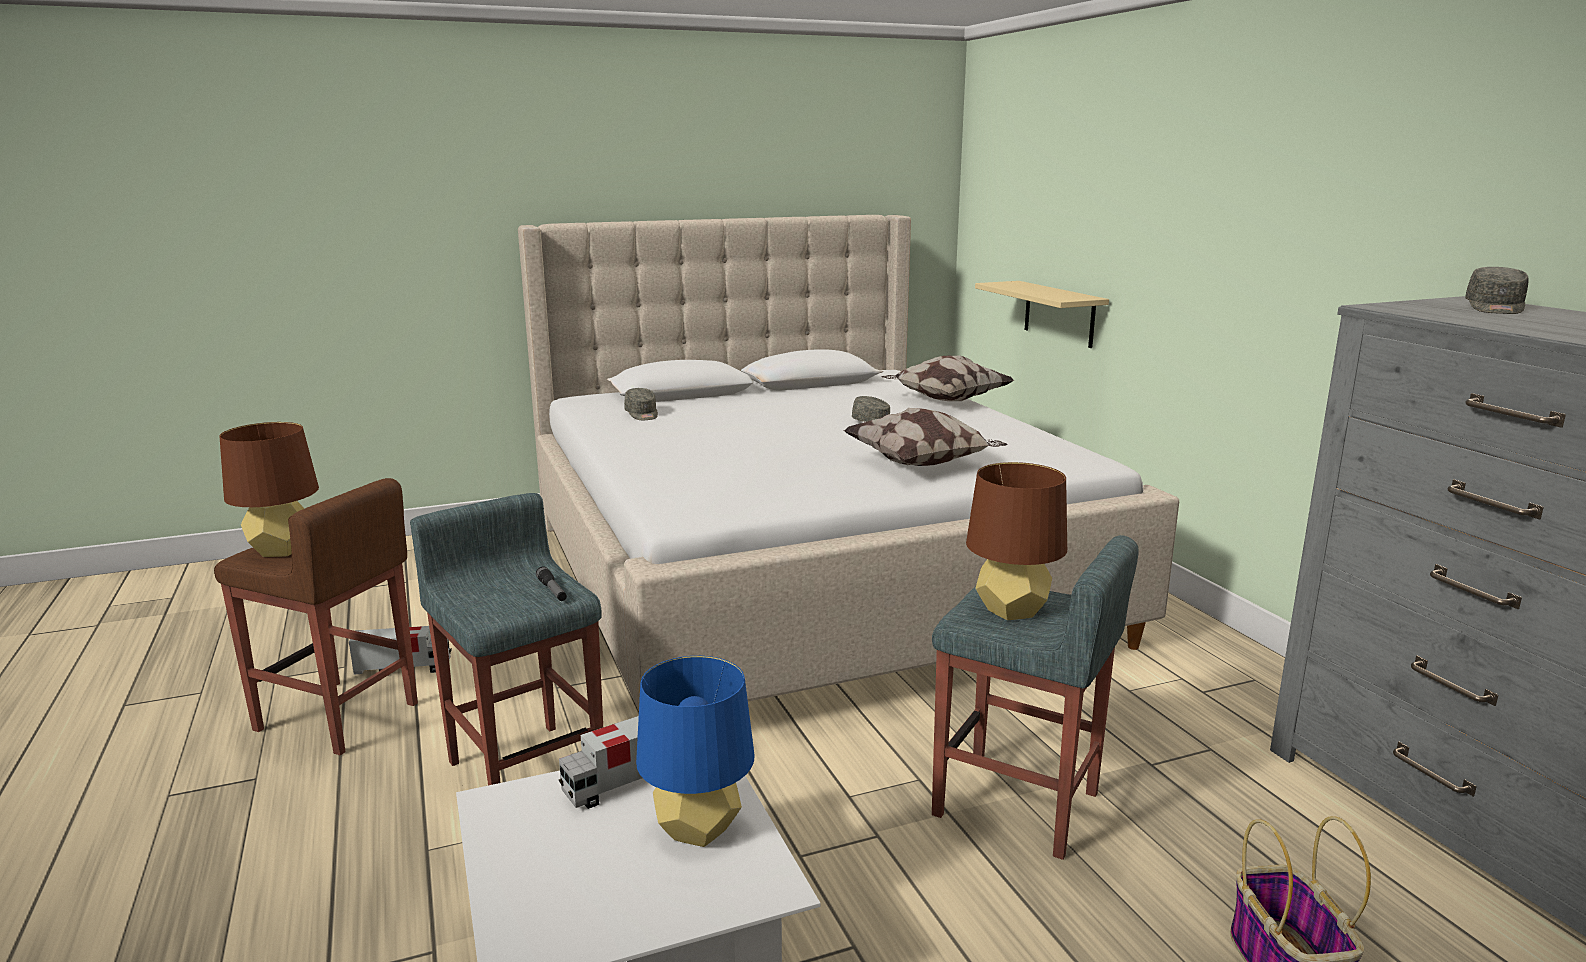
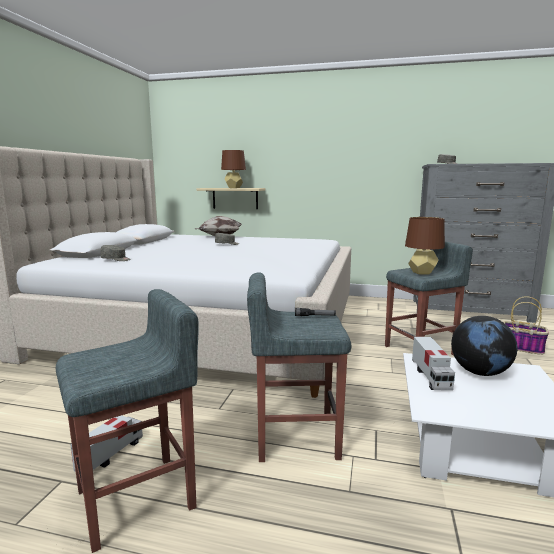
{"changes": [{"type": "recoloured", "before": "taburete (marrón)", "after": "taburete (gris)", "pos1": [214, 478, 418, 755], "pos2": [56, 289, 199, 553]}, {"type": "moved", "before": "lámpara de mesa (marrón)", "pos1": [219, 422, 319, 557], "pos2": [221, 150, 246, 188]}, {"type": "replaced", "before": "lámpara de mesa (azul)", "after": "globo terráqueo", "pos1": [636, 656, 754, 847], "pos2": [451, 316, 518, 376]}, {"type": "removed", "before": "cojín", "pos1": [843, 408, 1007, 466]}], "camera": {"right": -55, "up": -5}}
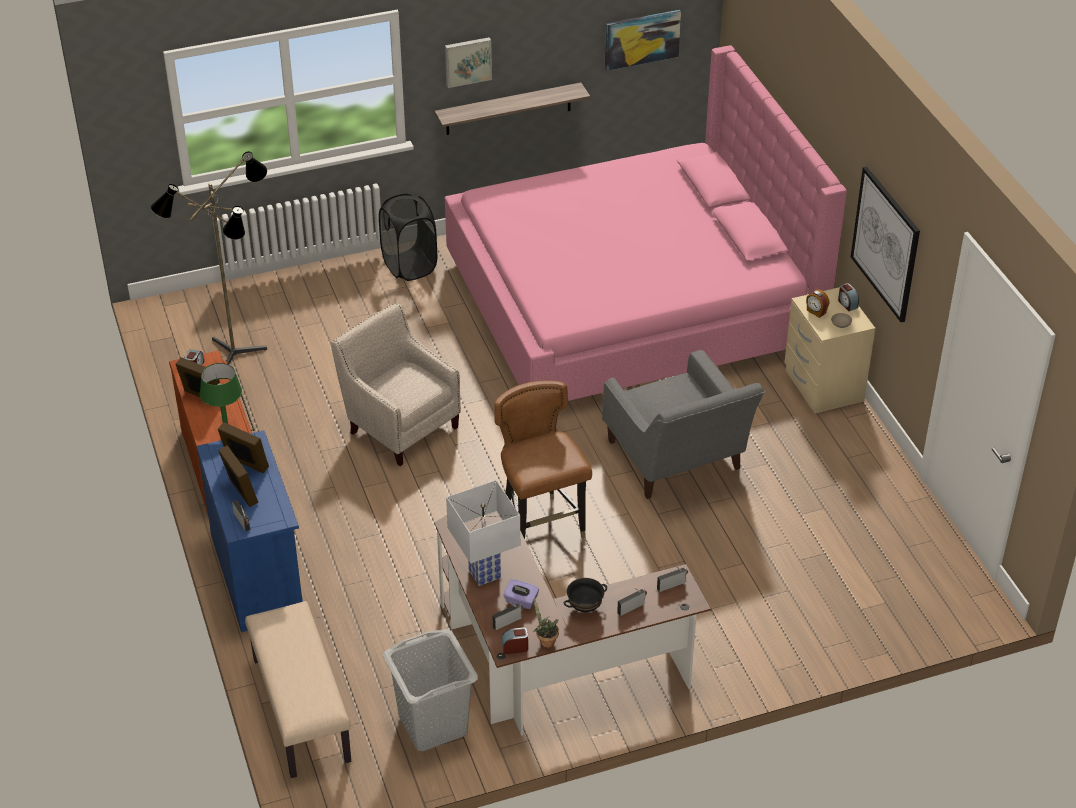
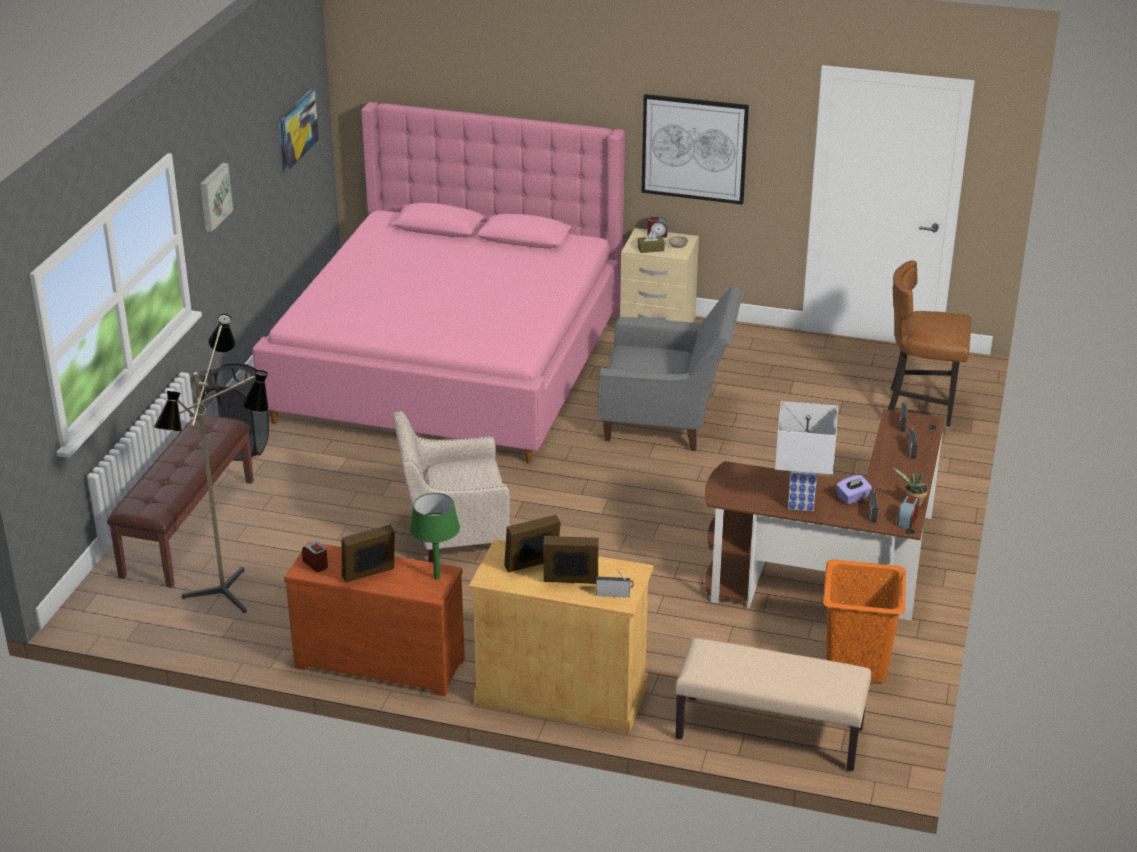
{"changes": [{"type": "added", "after": "banco (marrón)", "pos2": [107, 415, 254, 588]}, {"type": "recoloured", "before": "armario (azul)", "after": "armario (beis)", "pos1": [197, 430, 303, 632], "pos2": [469, 539, 653, 733]}, {"type": "replaced", "before": "despertador", "after": "caja de pañuelos (marrón)", "pos1": [806, 289, 829, 318], "pos2": [638, 231, 665, 253]}, {"type": "recoloured", "before": "cesto de la ropa (gris)", "after": "cesto de la ropa (naranja)", "pos1": [383, 629, 478, 751], "pos2": [823, 559, 906, 683]}, {"type": "moved", "before": "silla (marrón)", "pos1": [494, 381, 592, 539], "pos2": [888, 261, 972, 436]}, {"type": "removed", "before": "estante", "pos1": [434, 82, 590, 135]}, {"type": "removed", "before": "cuenco (negro)", "pos1": [564, 578, 607, 613]}], "camera": {"right": -55, "up": -10}}
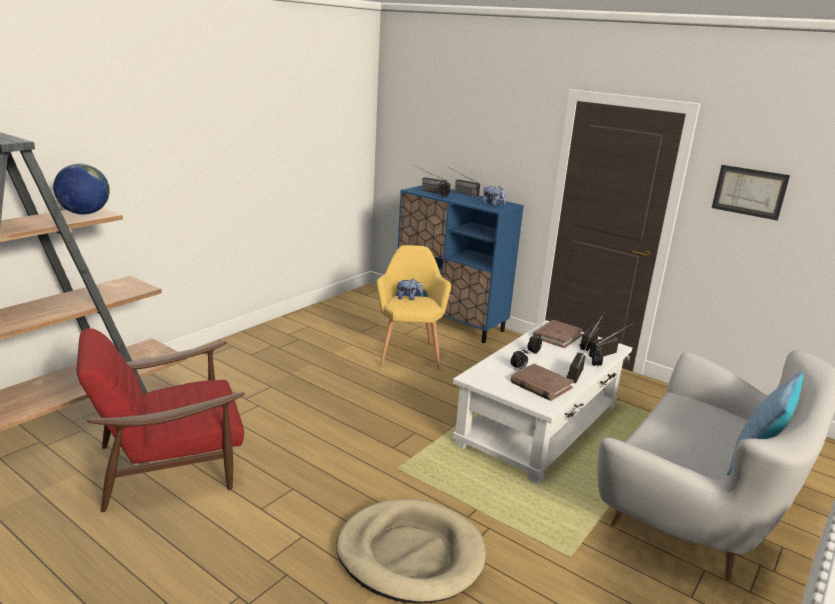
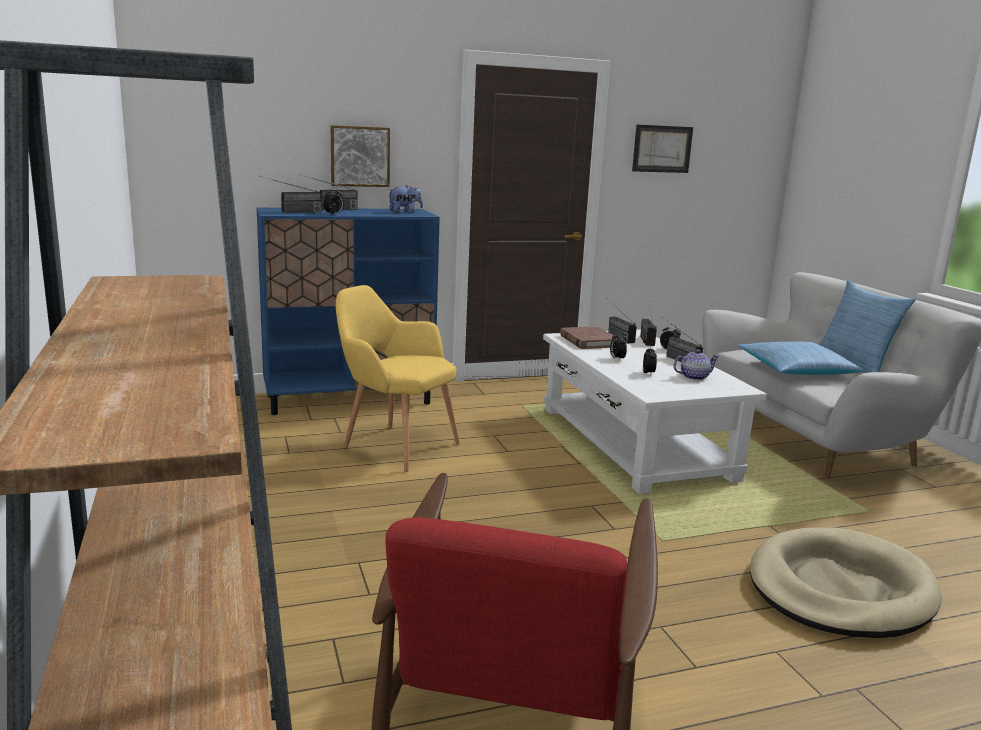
{"changes": [{"type": "added", "after": "cuadro", "pos2": [331, 125, 390, 187]}, {"type": "replaced", "before": "libro (marrón)", "after": "tetera", "pos1": [511, 364, 574, 401], "pos2": [674, 349, 719, 380]}, {"type": "added", "after": "cojín", "pos2": [737, 341, 864, 375]}, {"type": "removed", "before": "globo terráqueo", "pos1": [53, 164, 110, 215]}, {"type": "removed", "before": "peluche", "pos1": [396, 278, 423, 300]}], "camera": {"right": -55, "up": -5}}
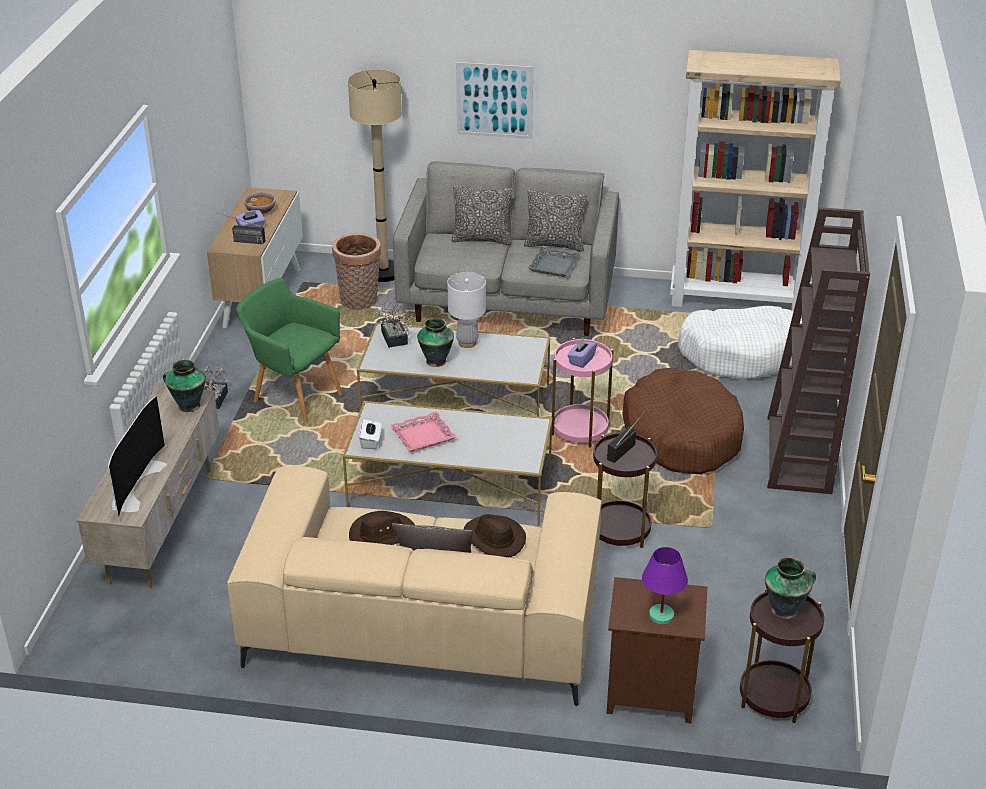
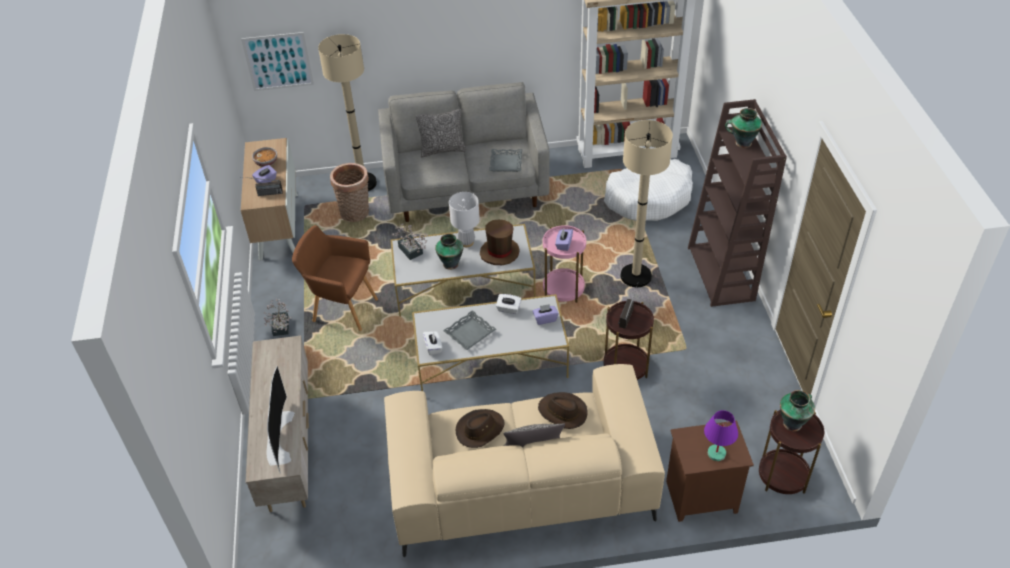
{"changes": [{"type": "moved", "before": "cuadro", "pos1": [456, 62, 533, 139], "pos2": [241, 32, 314, 91]}, {"type": "recoloured", "before": "sillón (verde)", "after": "sillón (marrón)", "pos1": [236, 278, 343, 423], "pos2": [292, 225, 378, 331]}, {"type": "recoloured", "before": "bandeja (rosa)", "after": "bandeja (gris)", "pos1": [390, 412, 456, 452], "pos2": [443, 310, 496, 350]}, {"type": "added", "after": "sombrero (marrón)", "pos2": [480, 220, 520, 265]}, {"type": "added", "after": "caja de pañuelos (blanco)", "pos2": [496, 294, 521, 314]}, {"type": "added", "after": "caja de pañuelos (morado)", "pos2": [533, 304, 559, 325]}, {"type": "replaced", "before": "cama para perro (marrón)", "after": "lámpara de pie (beis)", "pos1": [623, 368, 744, 474], "pos2": [621, 120, 673, 287]}, {"type": "moved", "before": "florero", "pos1": [163, 359, 206, 412], "pos2": [725, 108, 762, 148]}, {"type": "removed", "before": "cojín", "pos1": [524, 190, 587, 252]}], "camera": {"right": -15, "up": 10}}
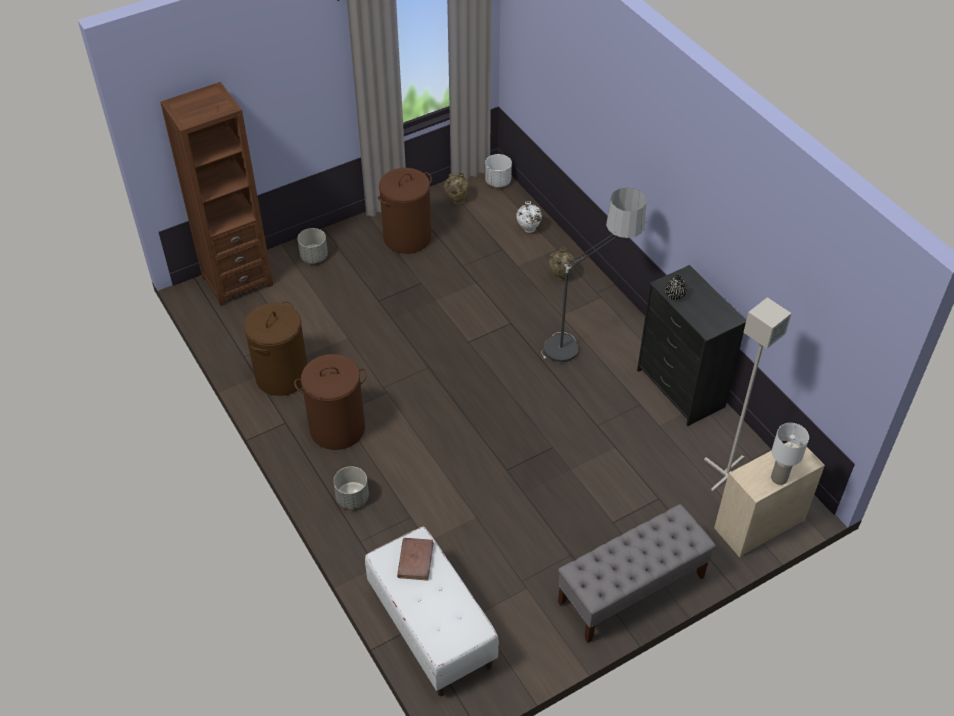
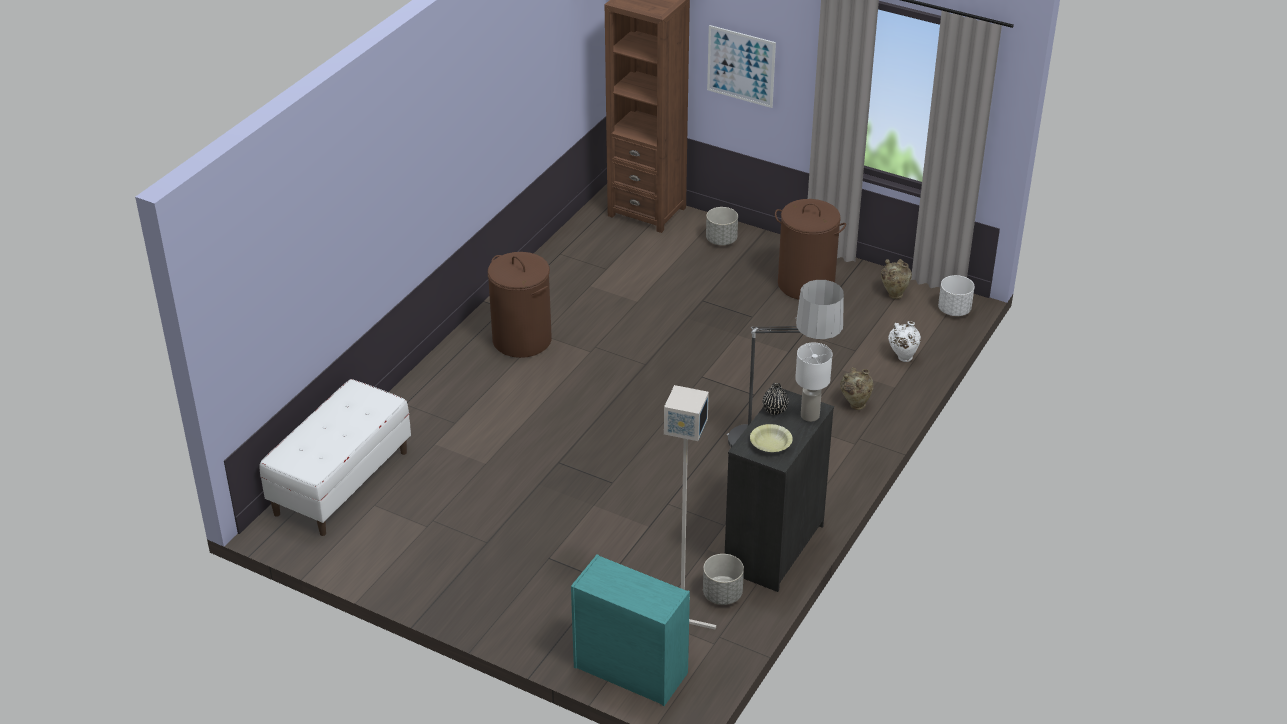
{"changes": [{"type": "recoloured", "before": "cómoda (beis)", "after": "cómoda (turquesa)", "pos1": [714, 441, 825, 557], "pos2": [571, 554, 690, 706]}, {"type": "moved", "before": "maceta (gris)", "pos1": [333, 466, 369, 509], "pos2": [703, 554, 744, 605]}, {"type": "added", "after": "cuadro", "pos2": [707, 25, 776, 108]}, {"type": "added", "after": "cuenco (amarillo)", "pos2": [750, 424, 793, 452]}, {"type": "moved", "before": "lámpara de mesa (blanco)", "pos1": [771, 423, 809, 485], "pos2": [795, 343, 833, 422]}, {"type": "removed", "before": "cesto de la ropa (marrón)", "pos1": [244, 301, 307, 396]}, {"type": "removed", "before": "libro (marrón)", "pos1": [397, 538, 434, 581]}, {"type": "removed", "before": "banco (gris)", "pos1": [558, 504, 716, 643]}], "camera": {"right": 60, "up": -10}}
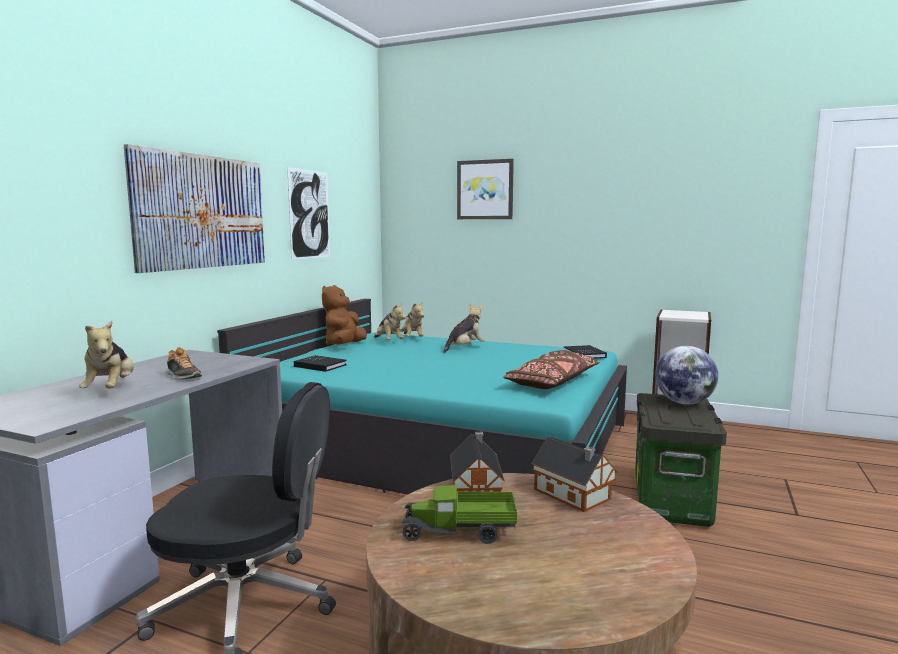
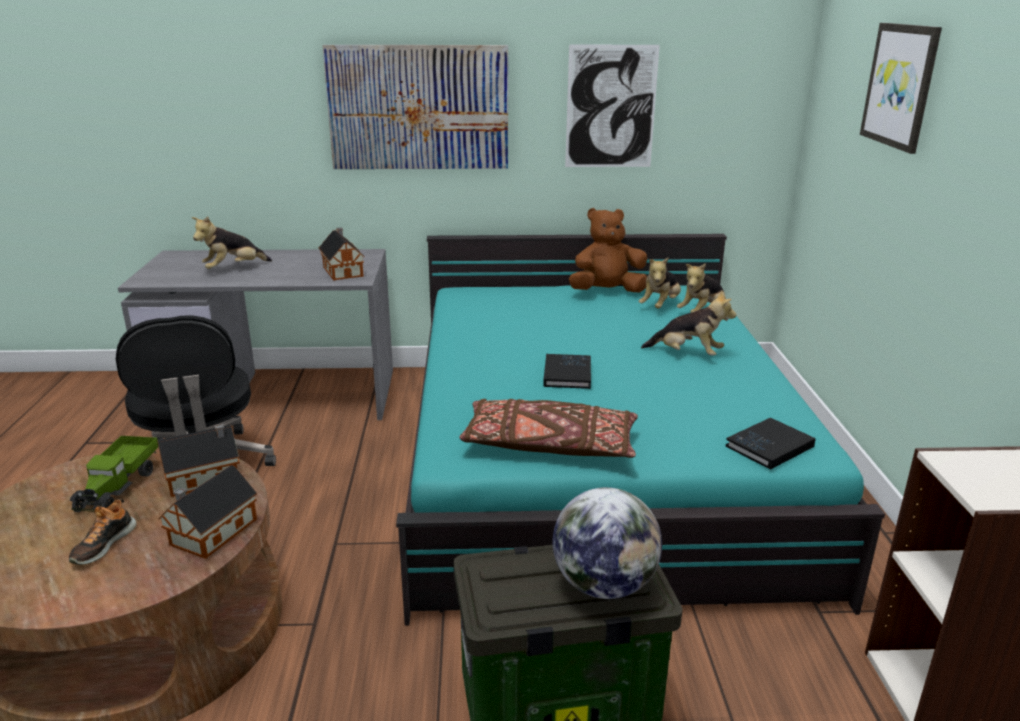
{"changes": [{"type": "turned", "before": "camión de juguete", "pos1": [402, 485, 517, 544], "pos2": [69, 436, 158, 512], "turn": -150}, {"type": "moved", "before": "zapato", "pos1": [166, 347, 202, 380], "pos2": [69, 499, 137, 565]}, {"type": "added", "after": "casita", "pos2": [319, 227, 365, 281]}, {"type": "moved", "before": "libro (negro)", "pos1": [294, 355, 347, 372], "pos2": [543, 354, 591, 389]}], "camera": {"right": 65, "up": 15}}
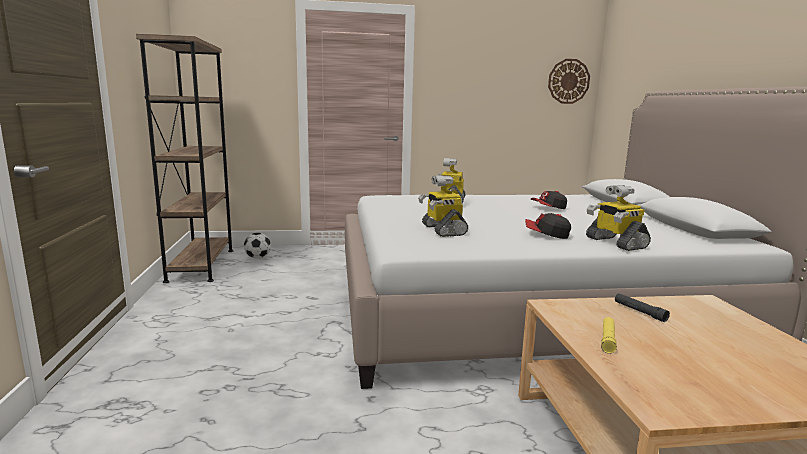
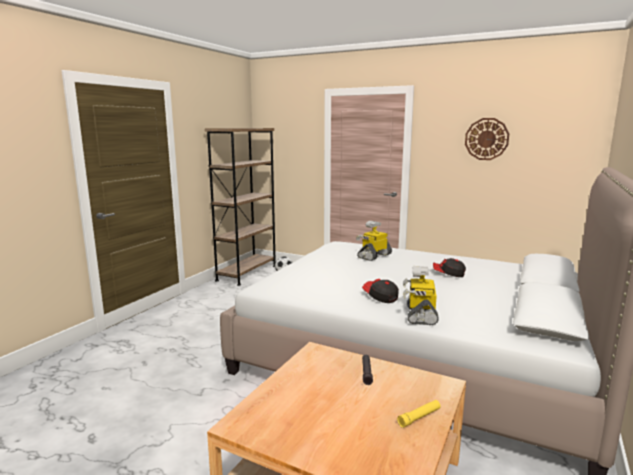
{"changes": [{"type": "moved", "before": "linterna (amarillo)", "pos1": [601, 317, 617, 353], "pos2": [397, 400, 441, 428]}, {"type": "moved", "before": "reloj de pared", "pos1": [548, 59, 590, 104], "pos2": [465, 118, 509, 160]}, {"type": "removed", "before": "robot de juguete", "pos1": [418, 175, 468, 237]}], "camera": {"right": 35, "up": 0}}
